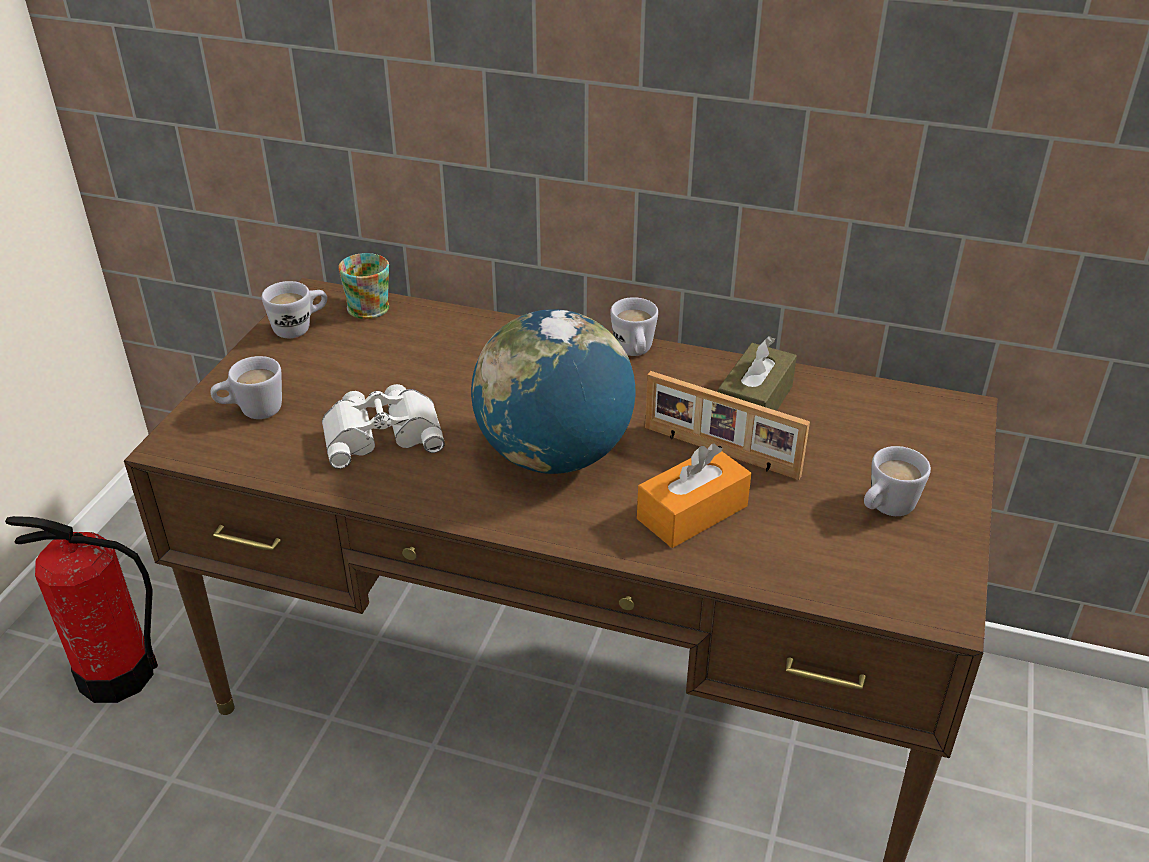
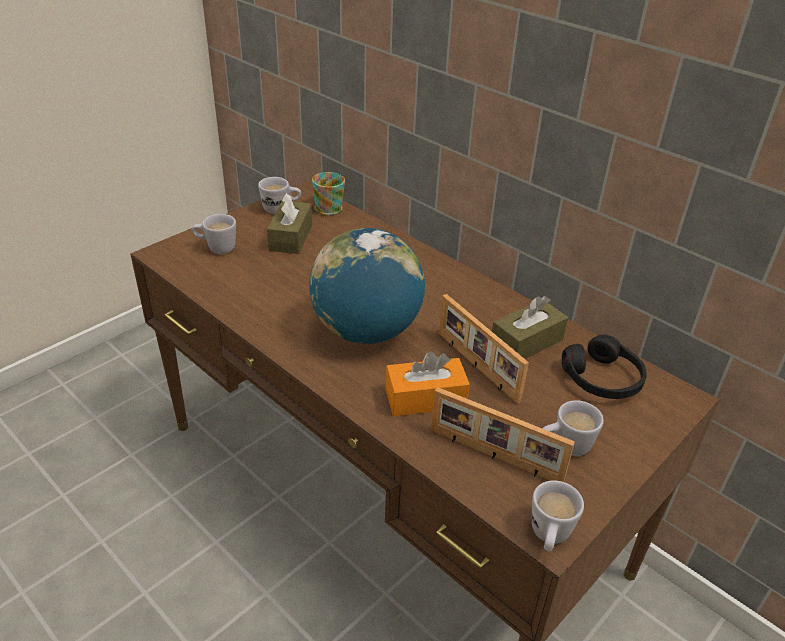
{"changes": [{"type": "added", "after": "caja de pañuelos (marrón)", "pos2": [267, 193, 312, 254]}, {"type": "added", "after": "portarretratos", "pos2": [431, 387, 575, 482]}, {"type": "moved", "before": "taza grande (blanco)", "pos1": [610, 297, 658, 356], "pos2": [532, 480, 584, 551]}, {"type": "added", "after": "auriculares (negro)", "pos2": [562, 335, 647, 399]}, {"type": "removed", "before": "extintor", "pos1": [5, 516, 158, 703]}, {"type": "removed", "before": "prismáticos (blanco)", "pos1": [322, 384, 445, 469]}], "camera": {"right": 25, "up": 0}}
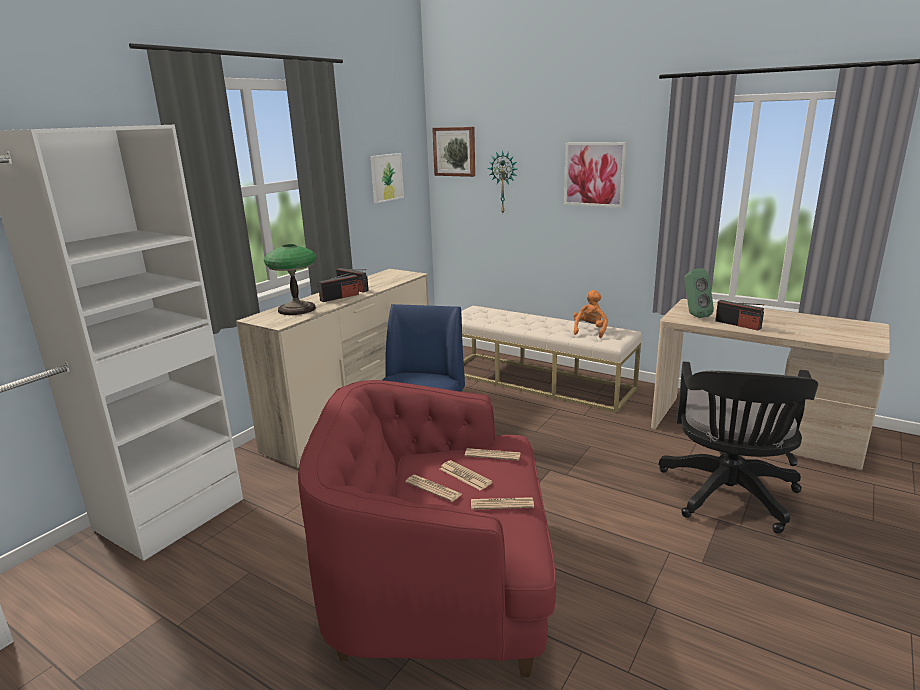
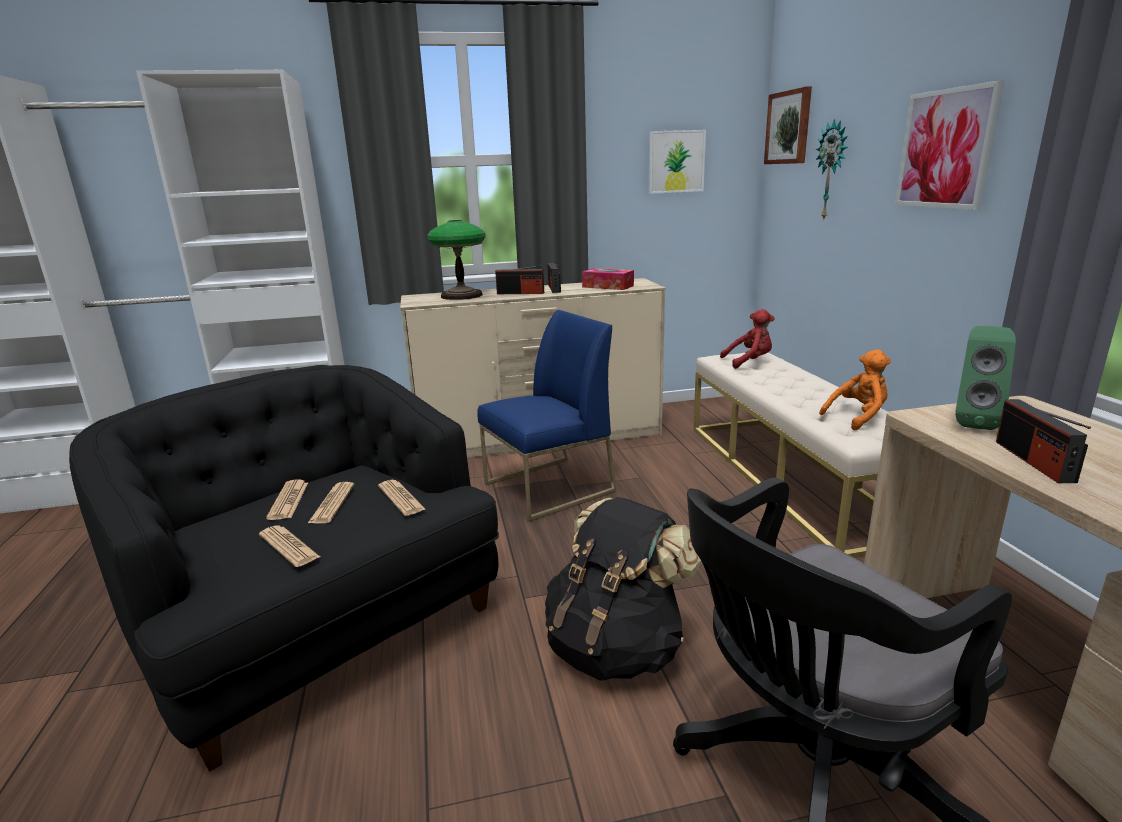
{"changes": [{"type": "recoloured", "before": "sillón (rojo)", "after": "sillón (negro)", "pos1": [298, 380, 556, 677], "pos2": [69, 365, 499, 772]}, {"type": "added", "after": "mochila (negro)", "pos2": [545, 497, 701, 680]}, {"type": "added", "after": "caja de pañuelos", "pos2": [582, 268, 634, 290]}, {"type": "added", "after": "peluche (rojo)", "pos2": [720, 309, 774, 369]}], "camera": {"right": 45, "up": 0}}
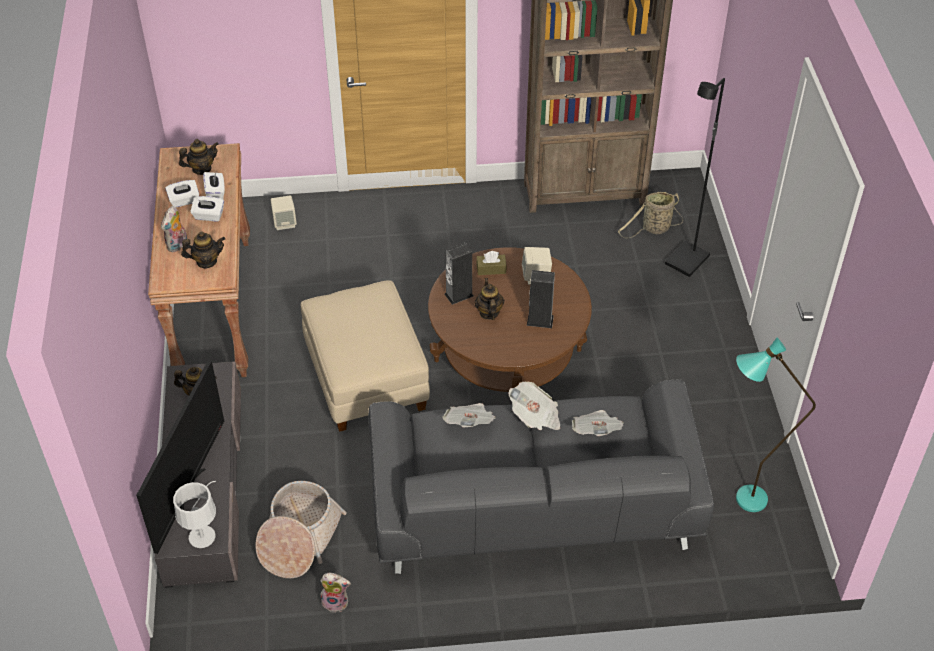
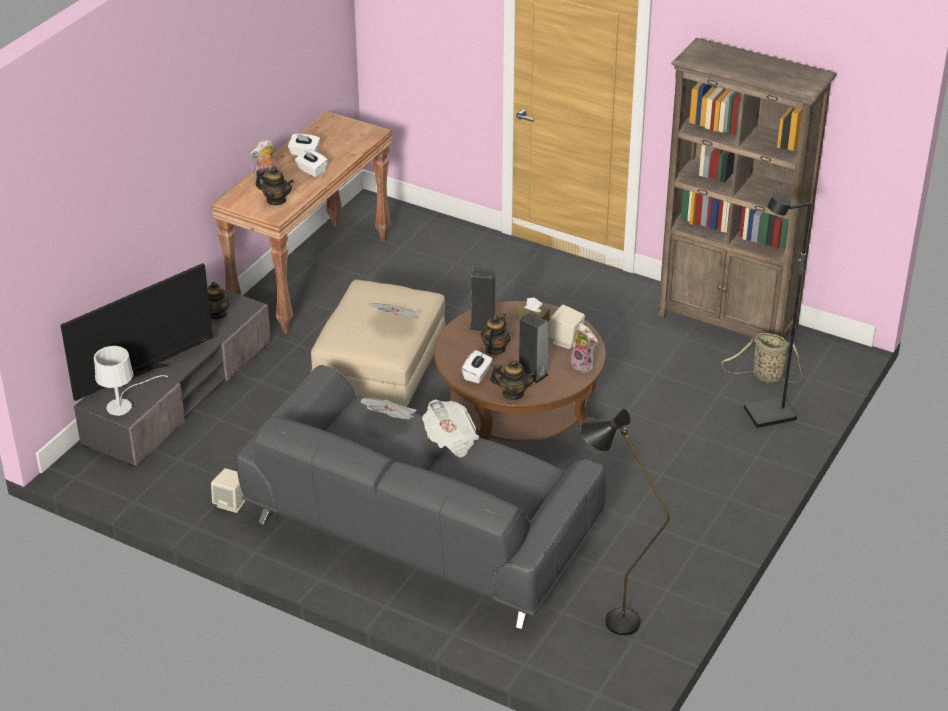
{"changes": [{"type": "moved", "before": "altavoz (beis)", "pos1": [271, 195, 297, 230], "pos2": [211, 468, 245, 513]}, {"type": "moved", "before": "periódico", "pos1": [572, 410, 624, 436], "pos2": [369, 303, 419, 318]}, {"type": "moved", "before": "caja de pañuelos (blanco)", "pos1": [203, 172, 225, 199], "pos2": [462, 350, 493, 384]}, {"type": "moved", "before": "tetera", "pos1": [179, 139, 219, 175], "pos2": [490, 360, 537, 400]}, {"type": "moved", "before": "peluche", "pos1": [320, 573, 351, 612], "pos2": [571, 323, 598, 373]}, {"type": "recoloured", "before": "lámpara de pie (turquesa)", "after": "lámpara de pie (negro)", "pos1": [736, 338, 816, 512], "pos2": [581, 409, 670, 636]}, {"type": "removed", "before": "cesta", "pos1": [255, 481, 347, 578]}], "camera": {"right": 35, "up": -10}}
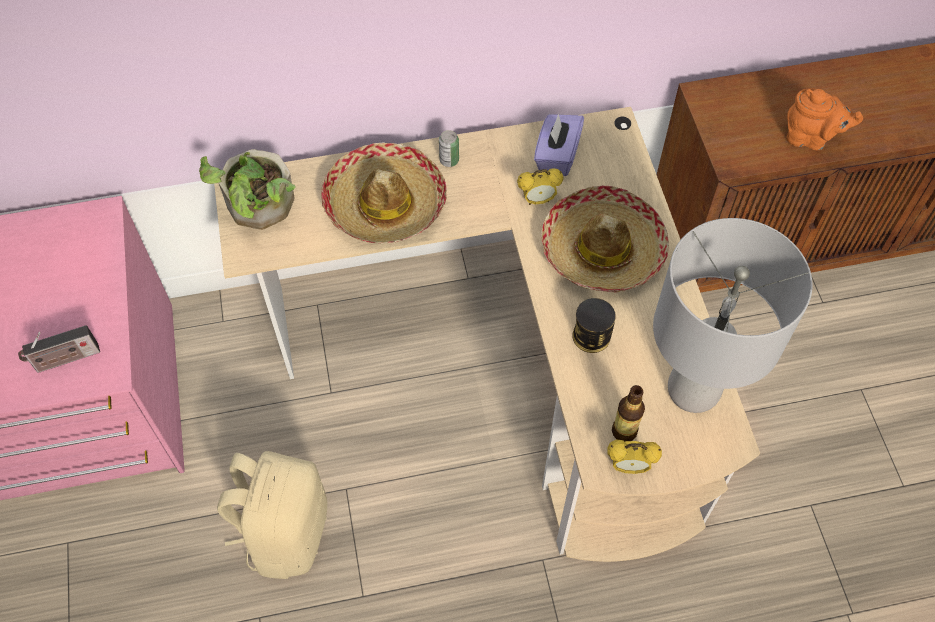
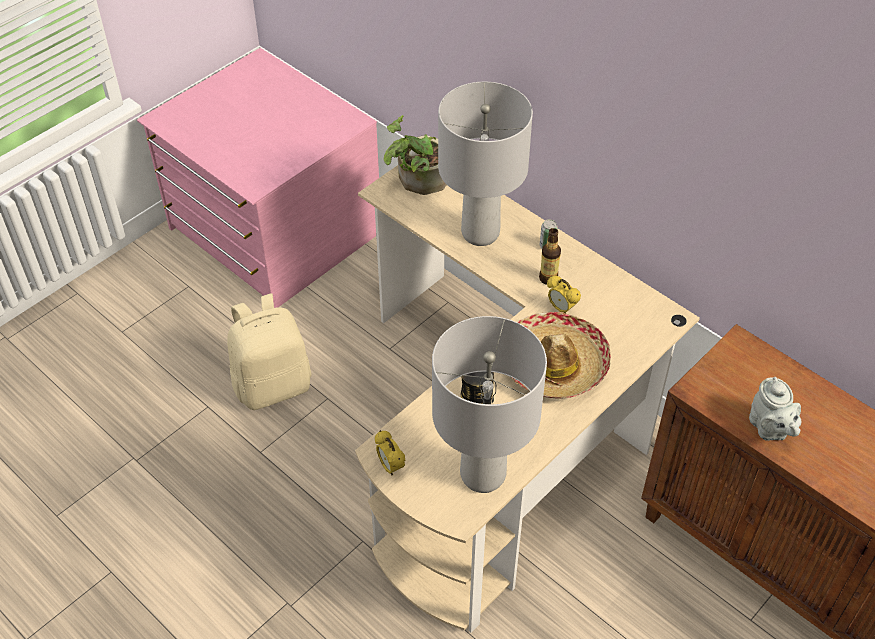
{"changes": [{"type": "replaced", "before": "sombrero", "after": "lámpara de mesa (gris)", "pos1": [321, 142, 447, 243], "pos2": [438, 82, 533, 246]}, {"type": "moved", "before": "botella", "pos1": [612, 385, 645, 441], "pos2": [539, 228, 561, 285]}, {"type": "recoloured", "before": "tetera (naranja)", "after": "tetera (gris)", "pos1": [786, 88, 863, 150], "pos2": [749, 377, 801, 441]}, {"type": "removed", "before": "radio", "pos1": [18, 325, 100, 373]}, {"type": "removed", "before": "caja de pañuelos (morado)", "pos1": [534, 114, 584, 176]}], "camera": {"right": 55, "up": -10}}
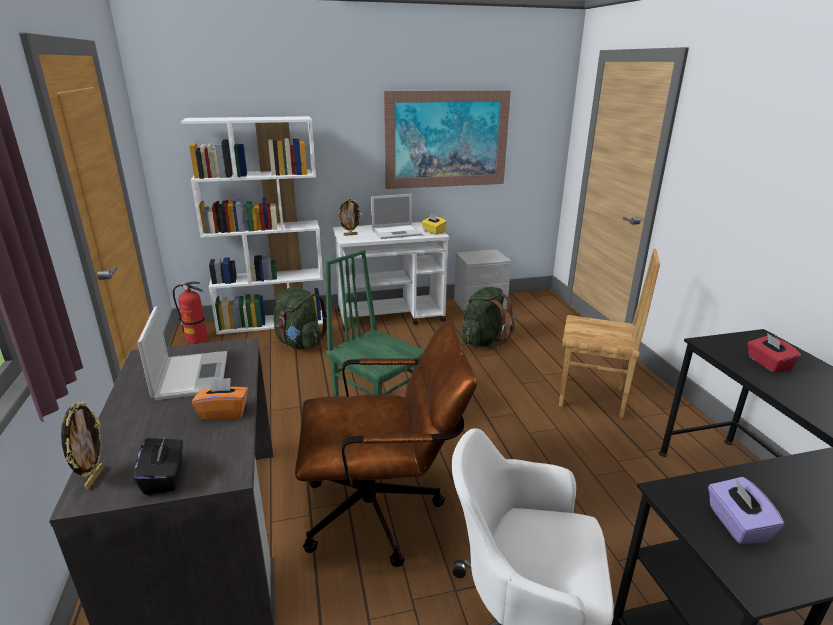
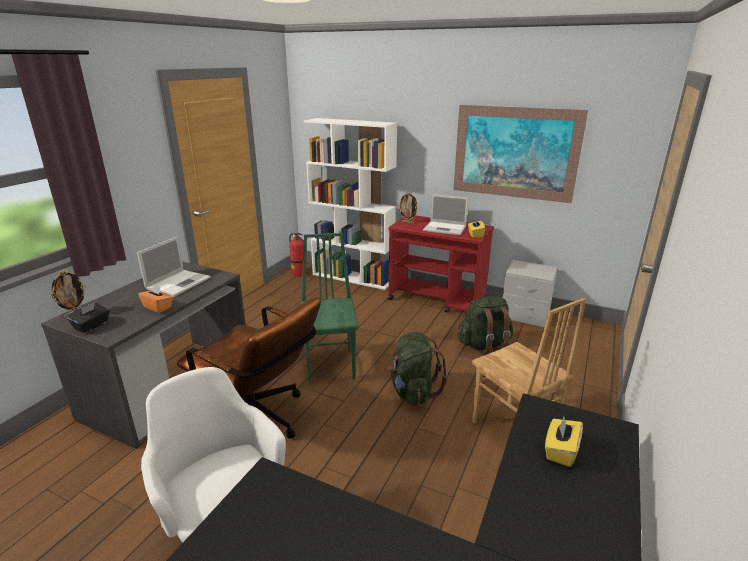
{"changes": [{"type": "moved", "before": "mochila (verde)", "pos1": [274, 287, 327, 349], "pos2": [387, 332, 448, 406]}, {"type": "recoloured", "before": "carrito (blanco)", "after": "carrito (rojo)", "pos1": [333, 222, 449, 332], "pos2": [388, 215, 494, 313]}, {"type": "recoloured", "before": "caja de pañuelos (rojo)", "after": "caja de pañuelos (amarillo)", "pos1": [747, 333, 801, 373], "pos2": [545, 417, 583, 467]}, {"type": "removed", "before": "caja de pañuelos (morado)", "pos1": [708, 477, 785, 544]}], "camera": {"right": 40, "up": 0}}
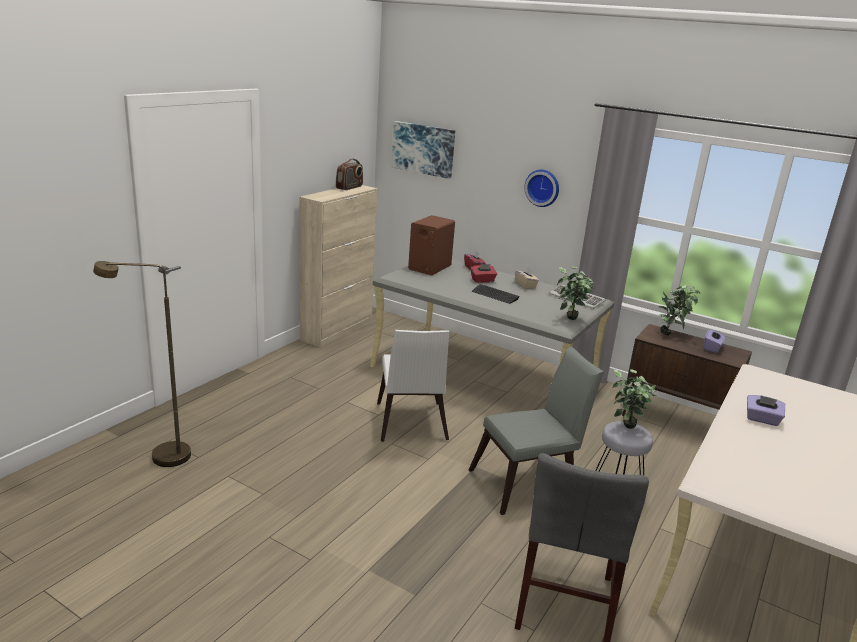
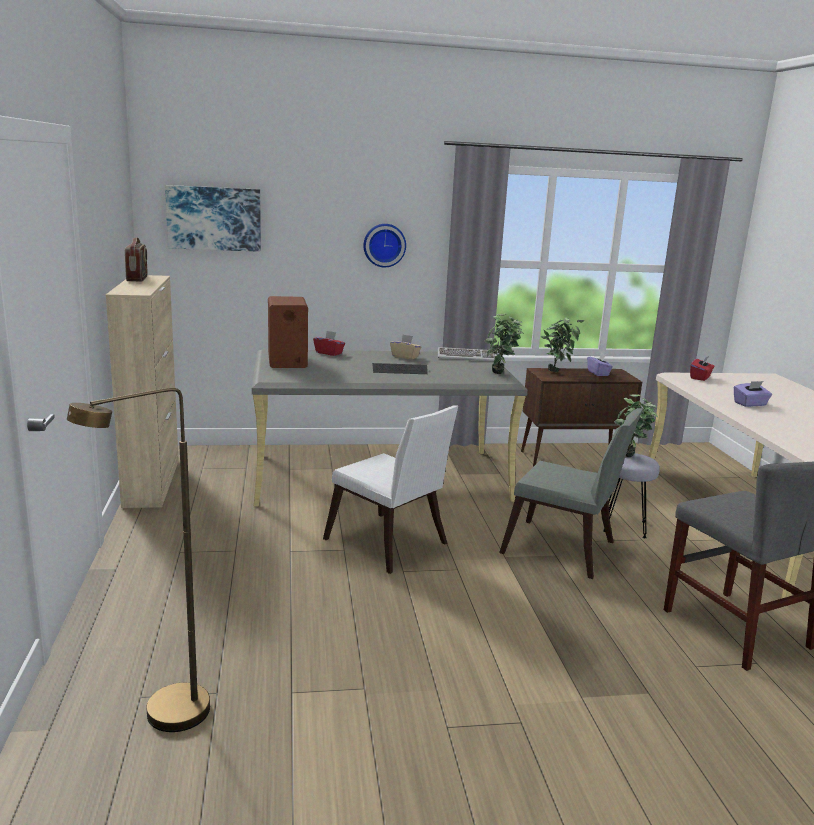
{"changes": [{"type": "turned", "before": "silla (gris)", "pos1": [469, 347, 604, 515], "pos2": [499, 408, 643, 579], "turn": 90}, {"type": "moved", "before": "caja de pañuelos (rojo)", "pos1": [471, 264, 497, 283], "pos2": [690, 356, 714, 381]}], "camera": {"right": -40, "up": -5}}
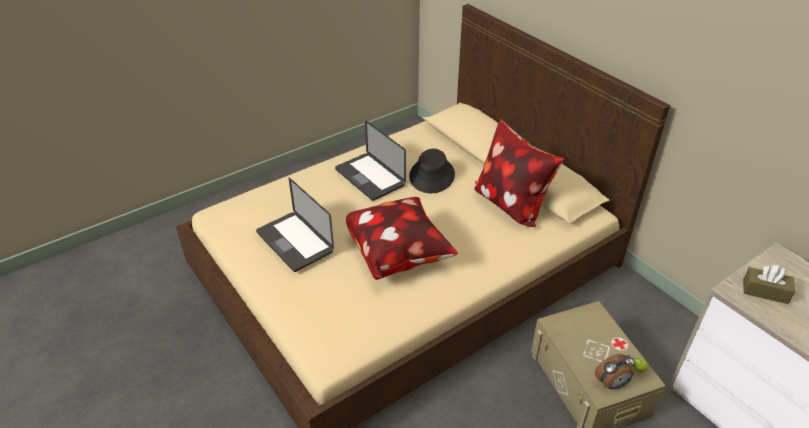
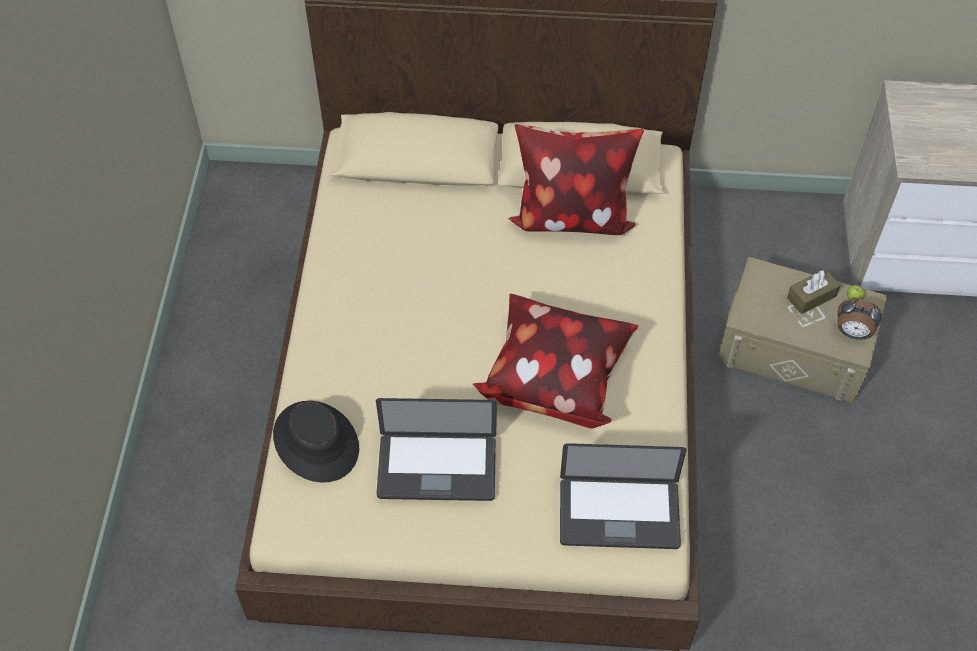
{"changes": [{"type": "moved", "before": "sombrero (negro)", "pos1": [409, 148, 455, 193], "pos2": [273, 401, 359, 483]}, {"type": "moved", "before": "portátil", "pos1": [335, 120, 406, 201], "pos2": [560, 443, 687, 549]}, {"type": "moved", "before": "caja de pañuelos (marrón)", "pos1": [743, 265, 795, 304], "pos2": [787, 269, 841, 314]}, {"type": "turned", "before": "despertador", "pos1": [595, 354, 635, 390], "pos2": [837, 299, 882, 340], "turn": 90}], "camera": {"right": -50, "up": 15}}
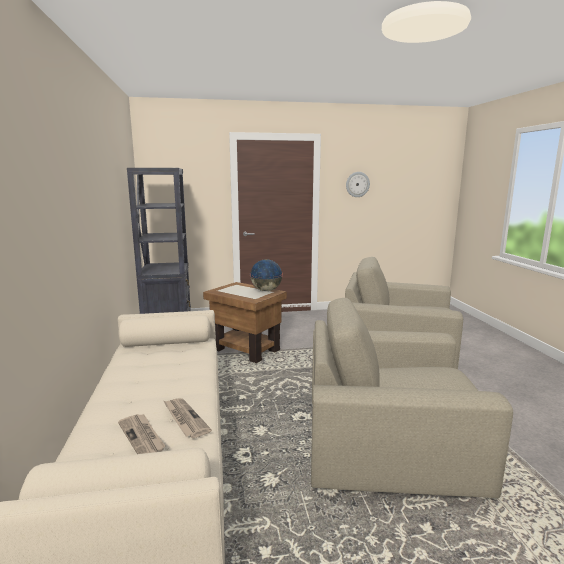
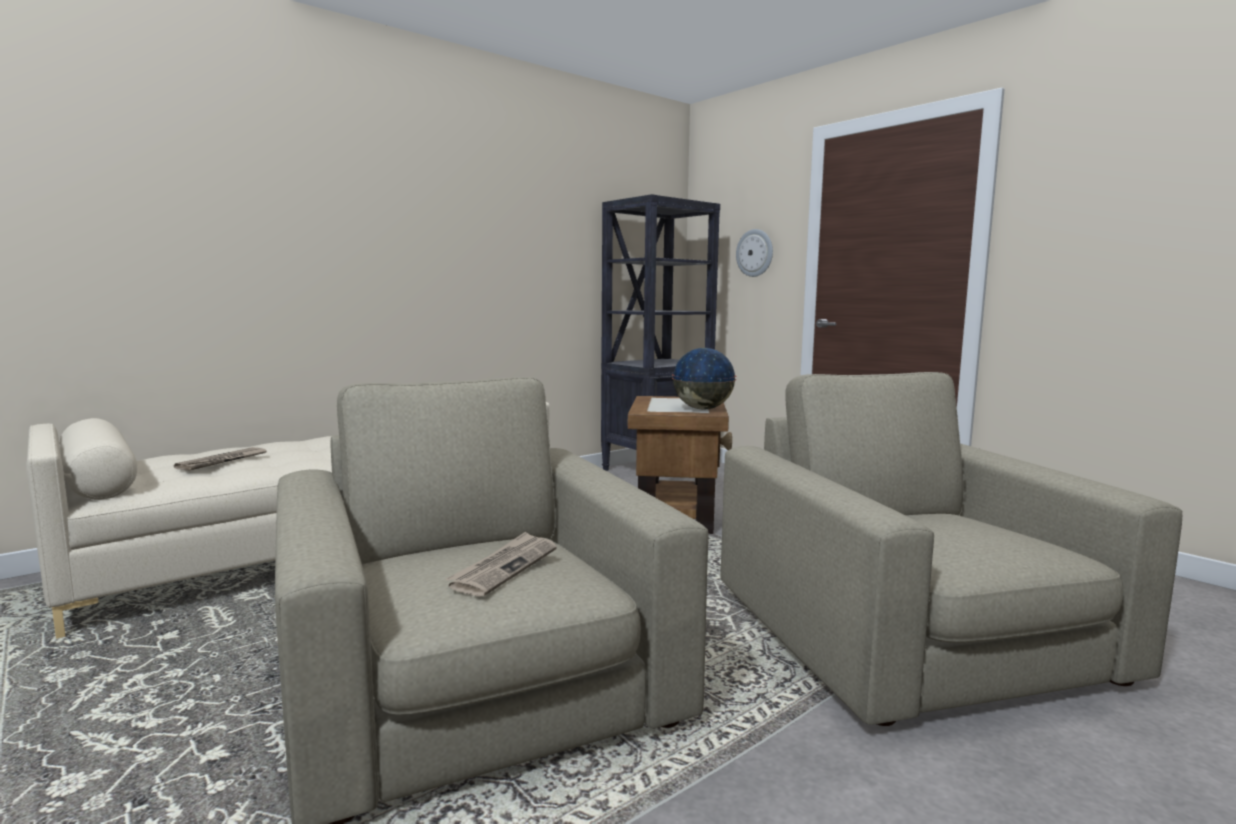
{"changes": [{"type": "moved", "before": "periódico", "pos1": [164, 398, 212, 438], "pos2": [445, 532, 557, 597]}, {"type": "moved", "before": "reloj de pared", "pos1": [346, 172, 370, 197], "pos2": [736, 229, 773, 277]}], "camera": {"right": 60, "up": -5}}
